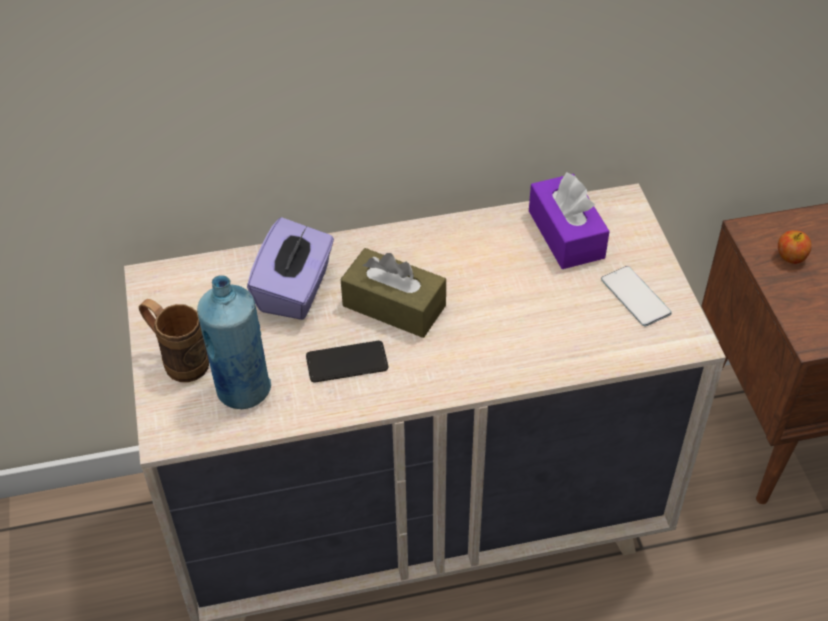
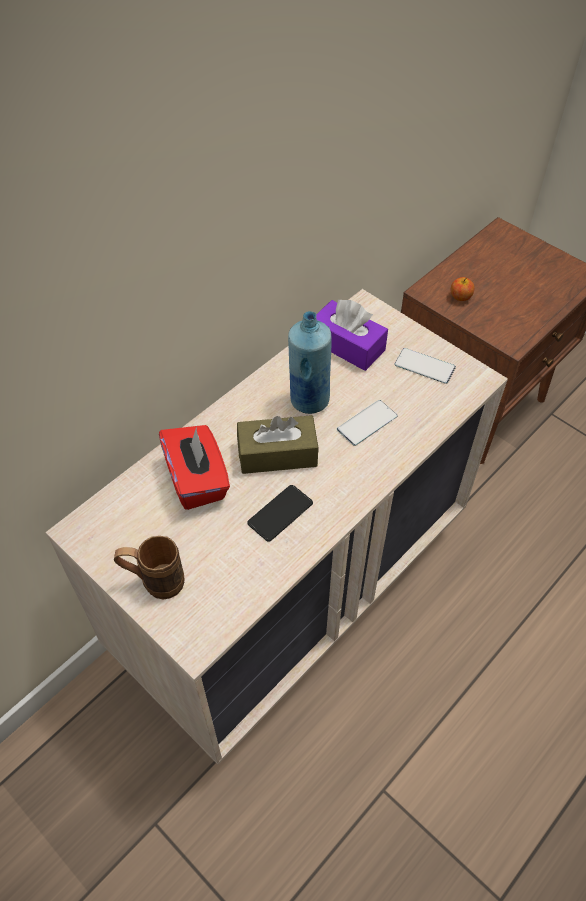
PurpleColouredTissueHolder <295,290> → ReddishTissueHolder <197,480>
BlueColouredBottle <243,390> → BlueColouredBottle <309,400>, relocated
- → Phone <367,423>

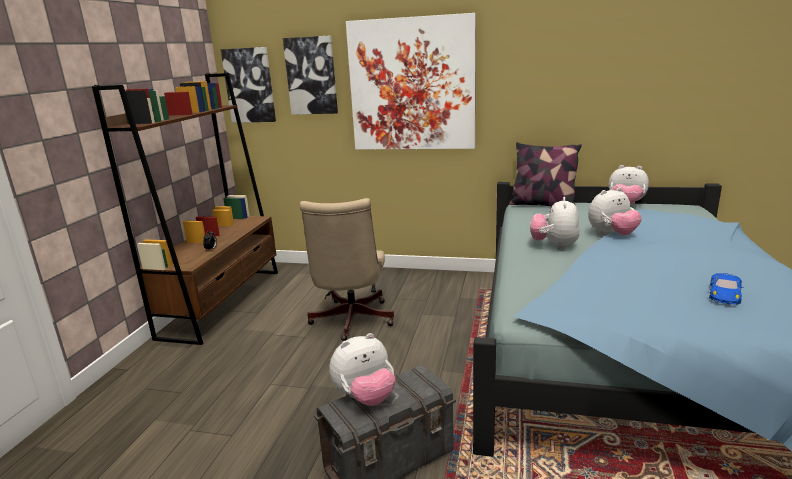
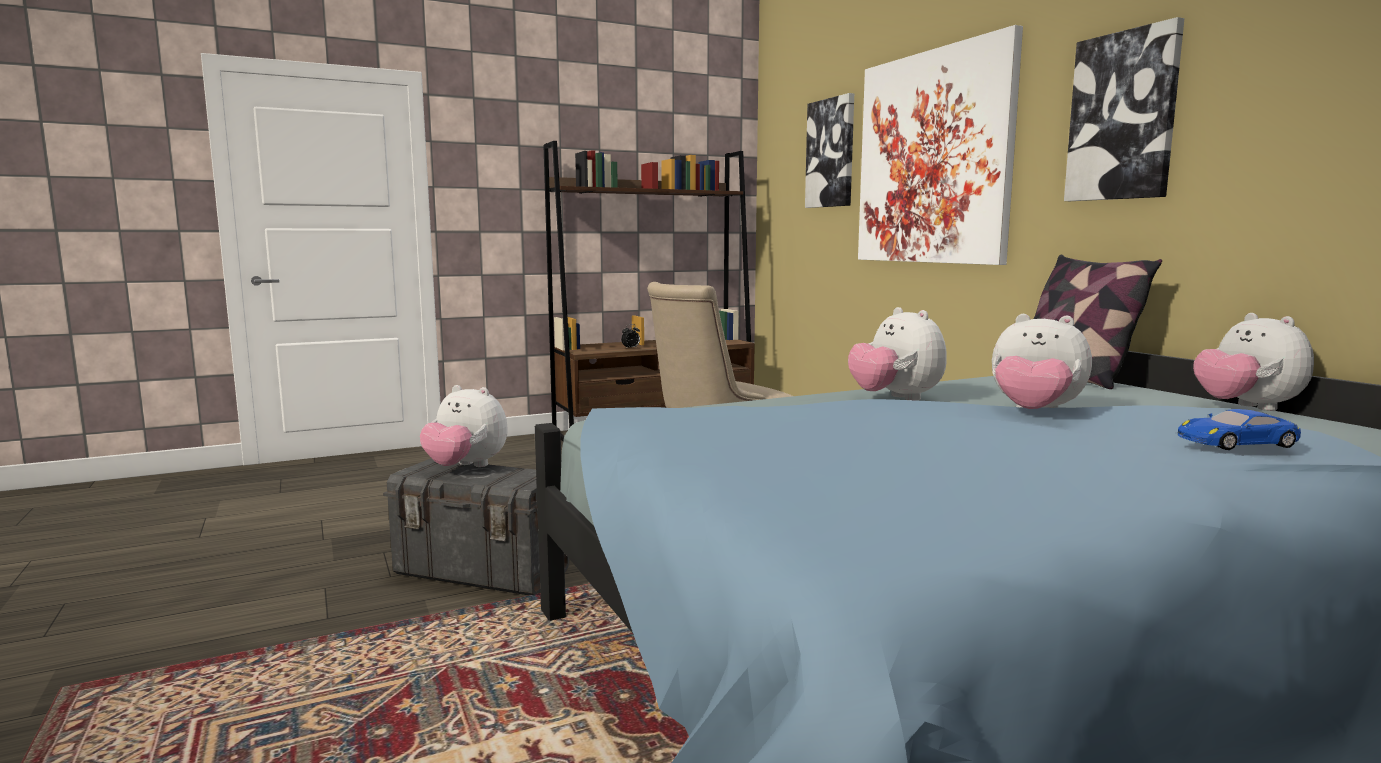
WallPicture <249,85> → WallPicture <1123,116>, relocated
SoftToy <554,245> → SoftToy <895,399>, 90 degrees counterclockwise
BlueColouredToyCar <724,293> → BlueColouredToyCar <1236,442>, relocated

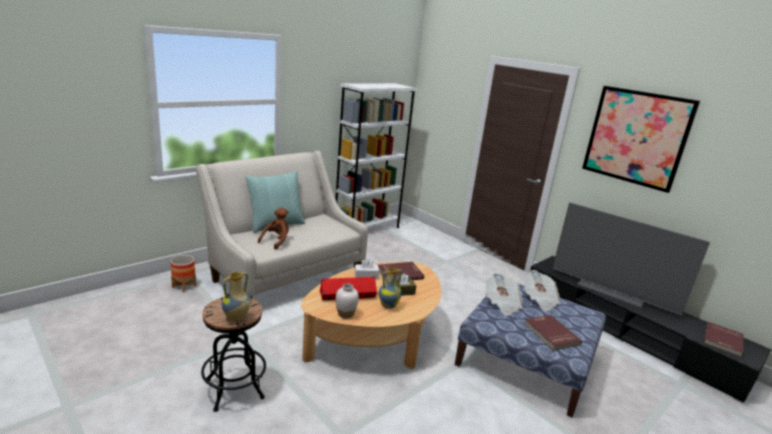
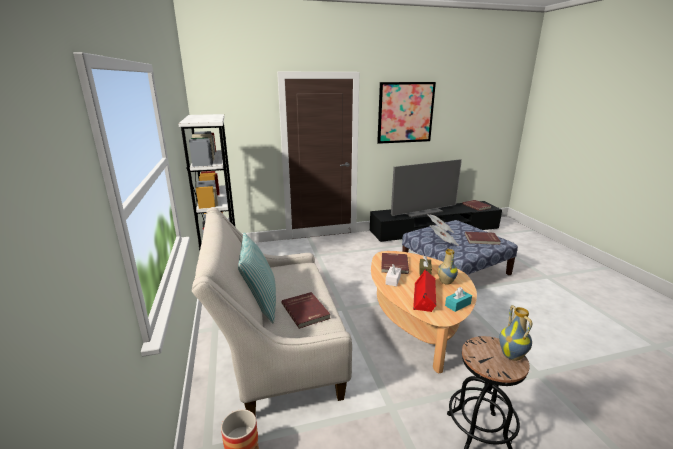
BrownishSoftToy <276,241> → ReddishBook <306,311>
WhiteDecorativeVase <345,314> → TurquoiseTissueHolder <457,305>

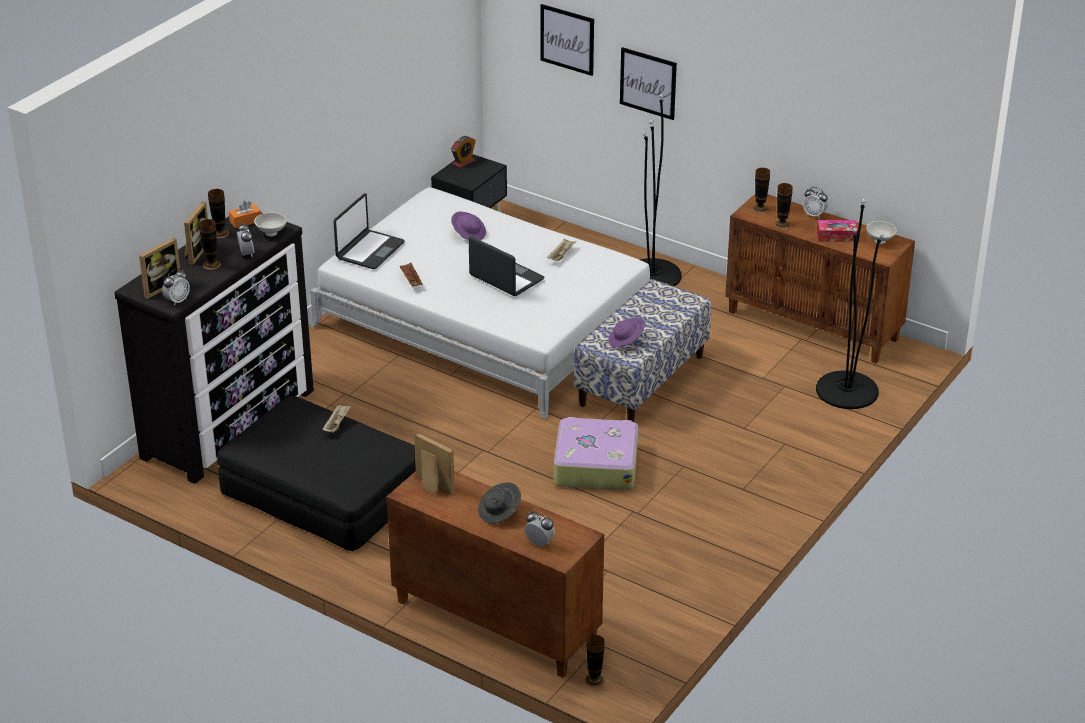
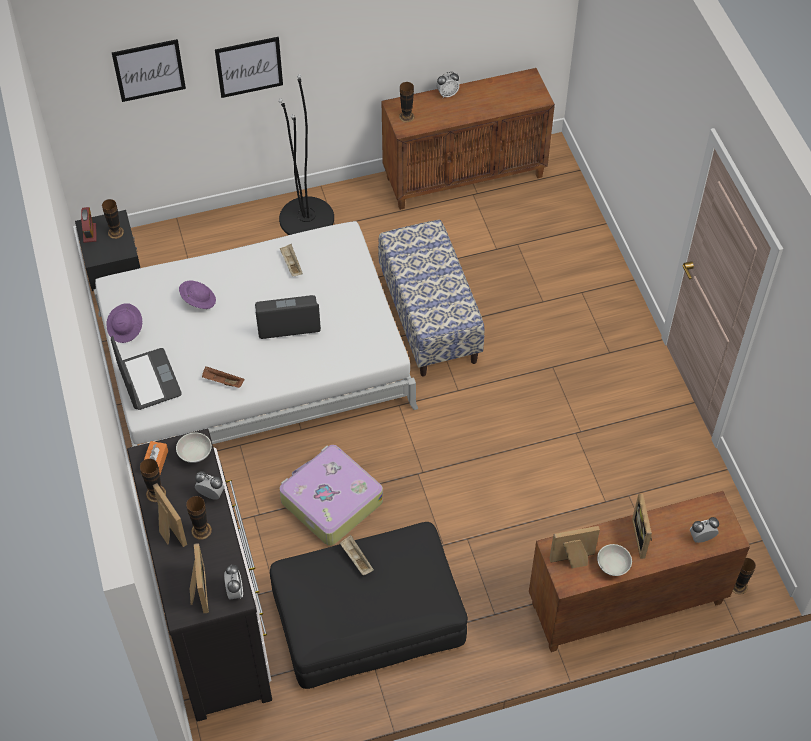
DecorativeVase <782,224> → DecorativeVase <115,232>, relocated
BlackStandardLamp <847,390> → -
TissueHolder <836,236> → -
WhiteBowl <880,241> → WhiteBowl <613,566>, relocated
PurpleColouredHat <626,341> → PurpleColouredHat <126,329>, relocated
PieceOfLuggage <595,464> → PieceOfLuggage <330,501>, relocated
GreyishHat <499,512> → PictureFrame <643,538>

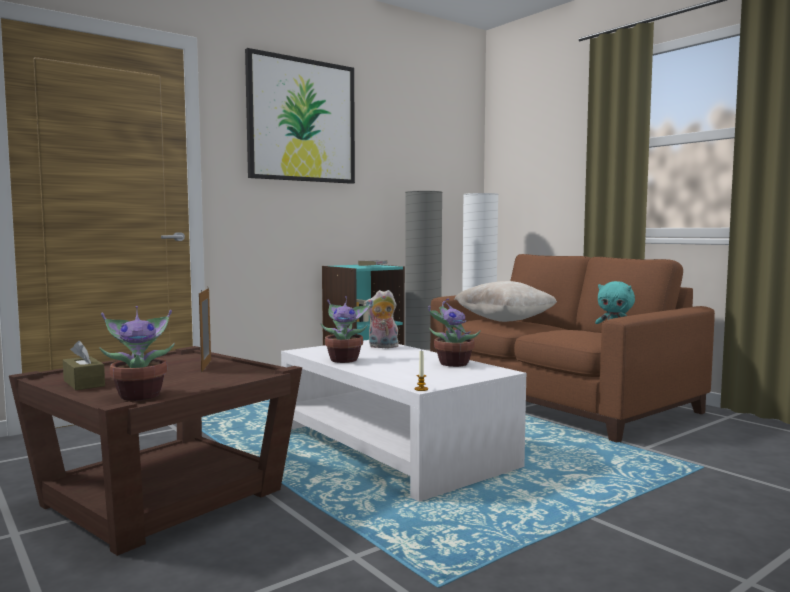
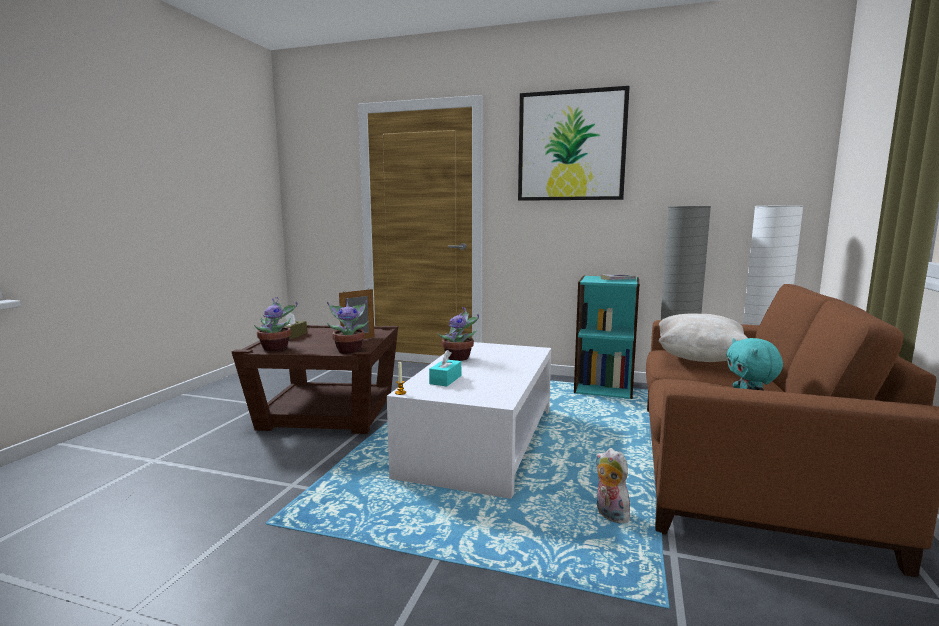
SoftToy <382,347> → SoftToy <609,515>, relocated
PottedPlant <452,364> → PottedPlant <349,350>, relocated
- → TurquoiseTissueHolder <445,380>

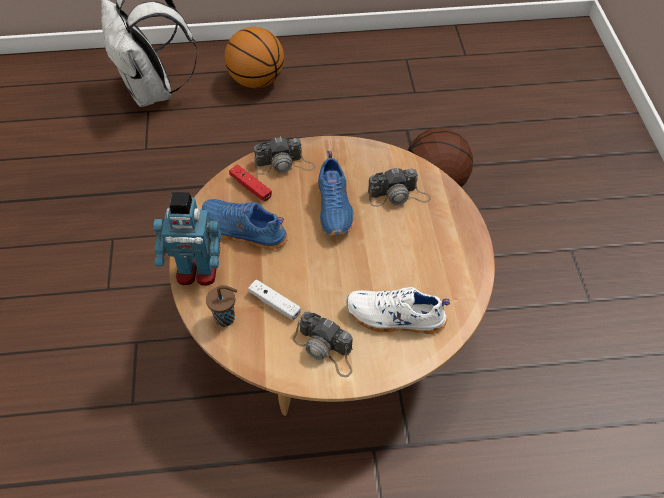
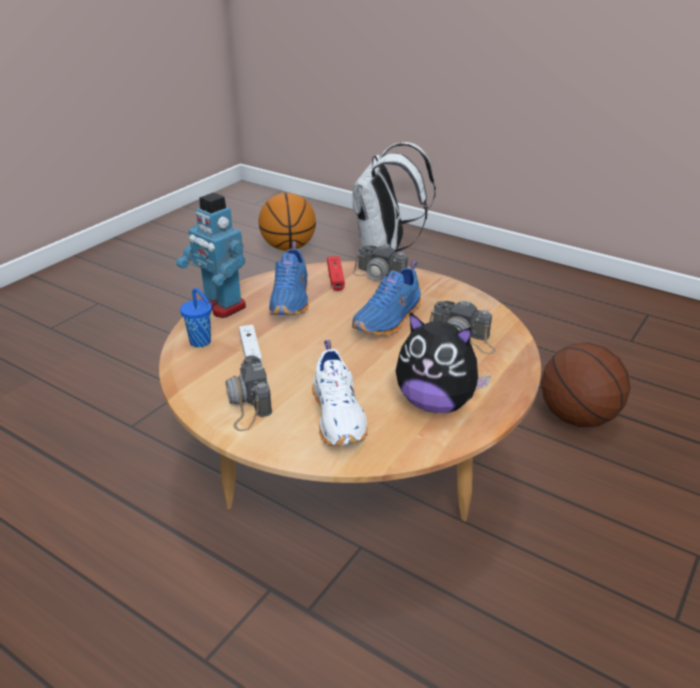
BasketballBall <256,80> → BasketballBall <288,247>, relocated
BlueColouredShoe <244,231> → BlueColouredShoe <292,300>, 150 degrees counterclockwise
BrownishCup <226,318> → BlueColouredCup <201,342>
WhiteShoe <395,318> → WhiteShoe <339,416>, 150 degrees counterclockwise
- → SoftToy <436,403>

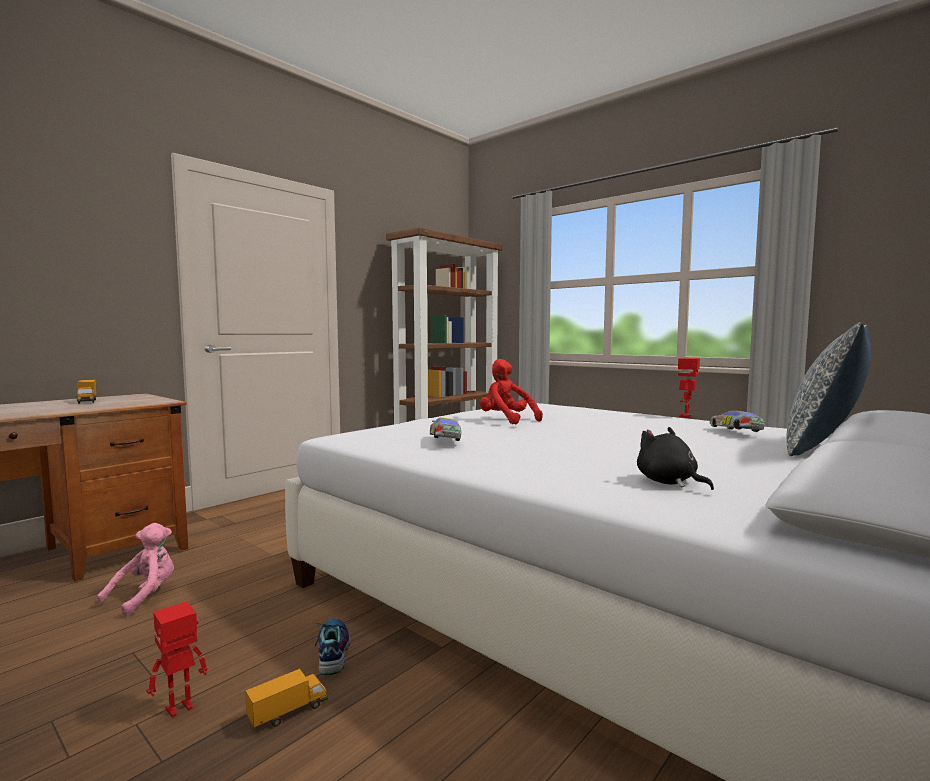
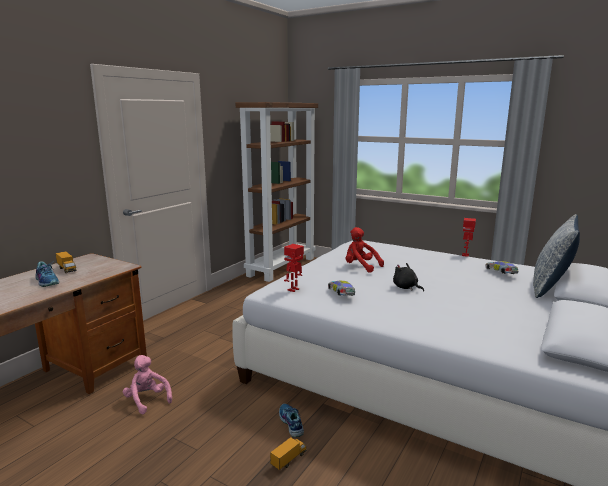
BlackSoftToy <669,482> → BlackSoftToy <406,287>, relocated
PinkColouredSoftToy <145,596> → PinkColouredSoftToy <147,400>, 60 degrees counterclockwise
ToyRobot <180,709> → ToyRobot <294,290>, relocated
- → Shoe <47,281>

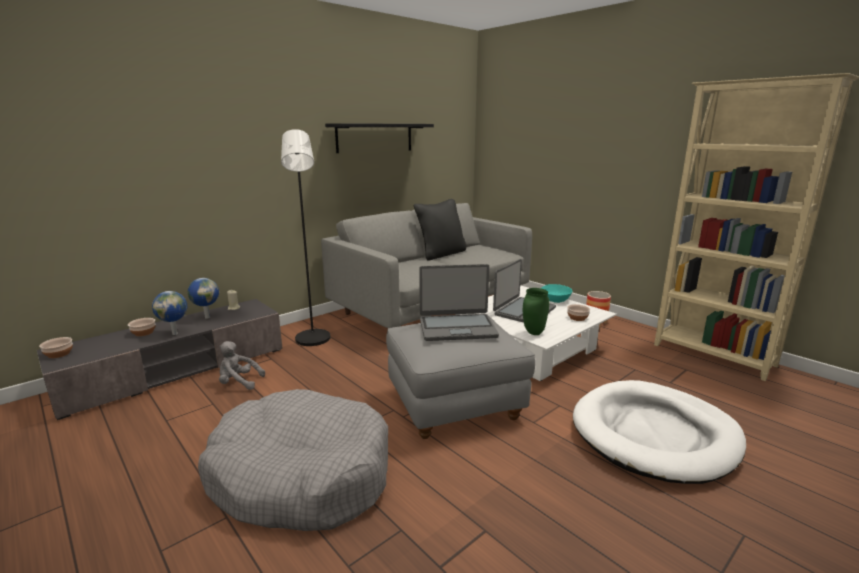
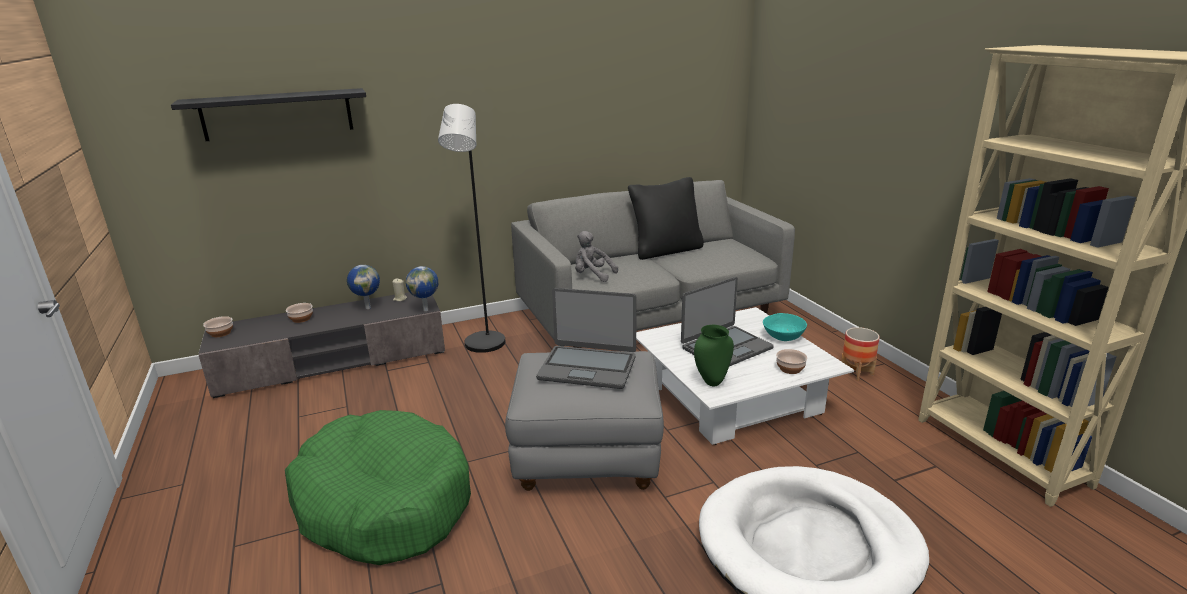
BlackWallShelf <375,137> → BlackWallShelf <278,114>, relocated
DeskGlobe <175,333> → DeskGlobe <426,310>, relocated
GreyishSoftToy <239,383> → GreyishSoftToy <592,275>, relocated
GreyishDogCushion <301,475> → GreenishDogCushion <384,502>

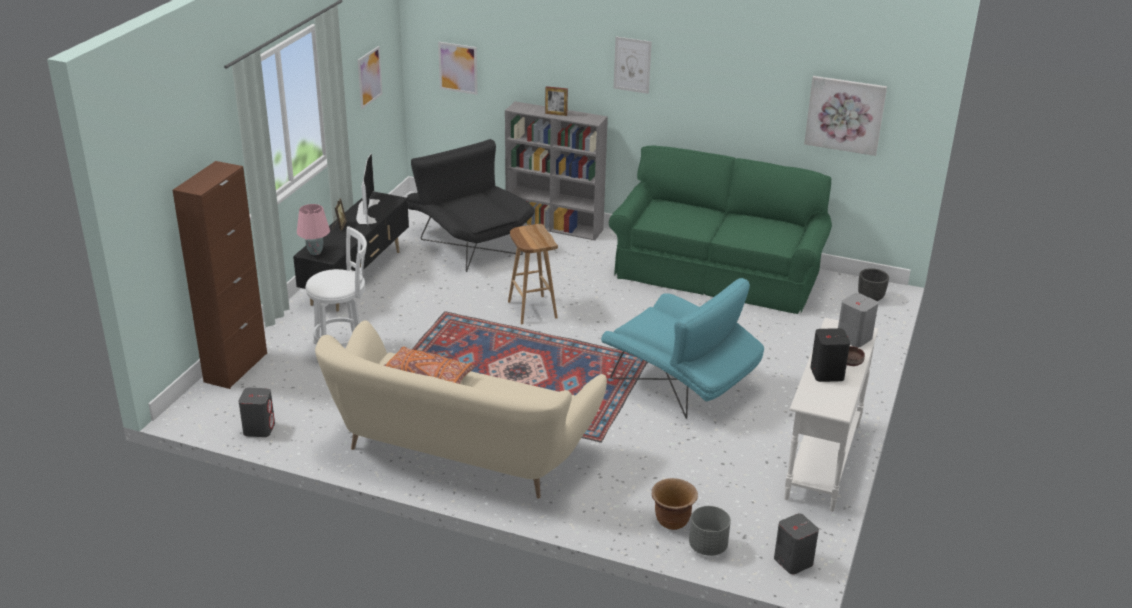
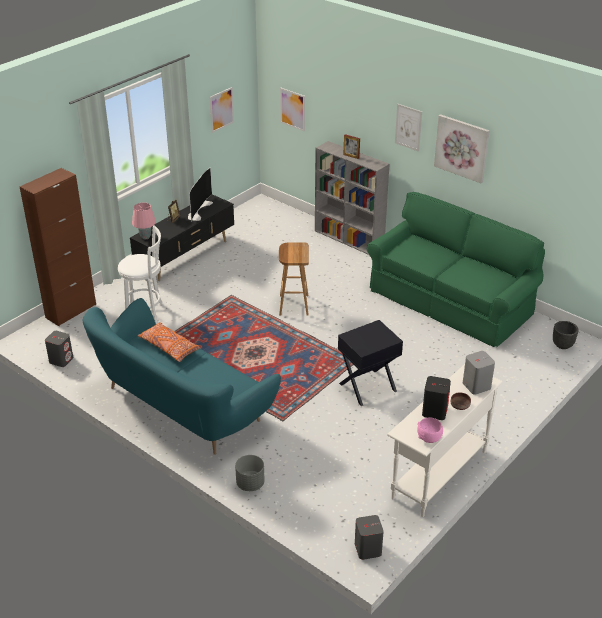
WallPicture <845,114> → WallPicture <462,148>, relocated
BlackLoungeChair <468,243> → -
TurquoiseLoungeChair <681,384> → BlackEndTable <368,387>
SandColouredSofa <458,451> → TurquoiseSofa <180,405>
BrownishPlantPot <672,521> → -
GreyishPlantPot <707,547> → GreyishPlantPot <250,484>, relocated
- → PinkColouredBowl <429,438>

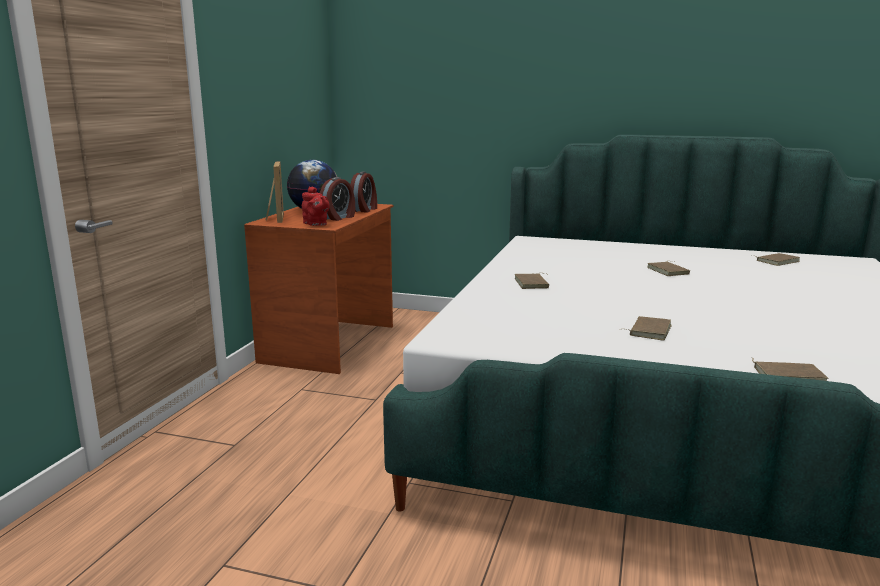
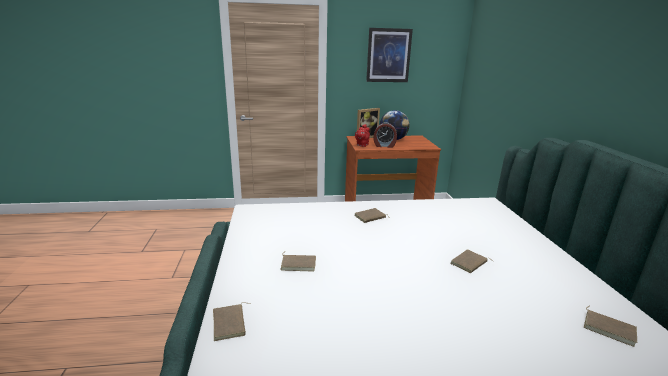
AlarmClock <365,210> → -
- → WallPicture <388,55>

